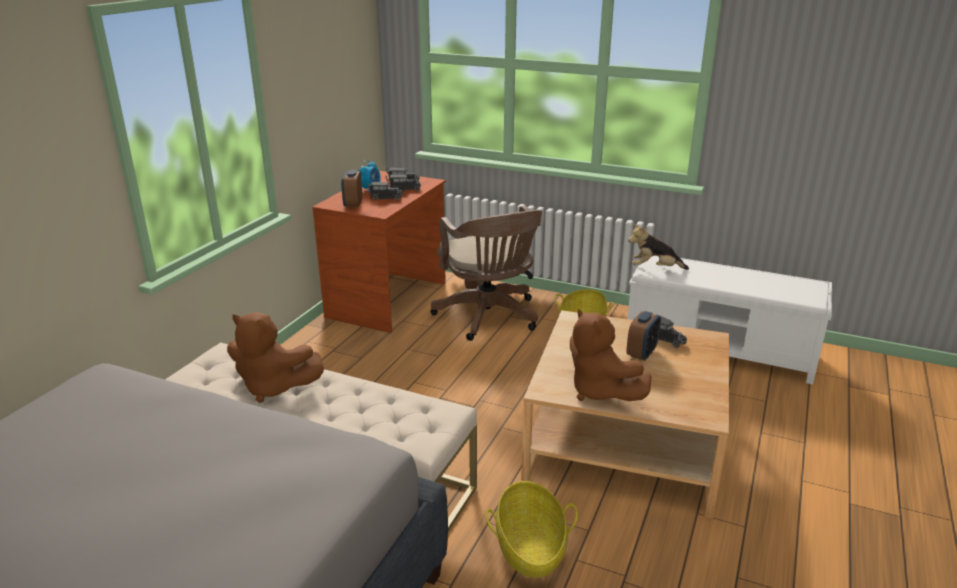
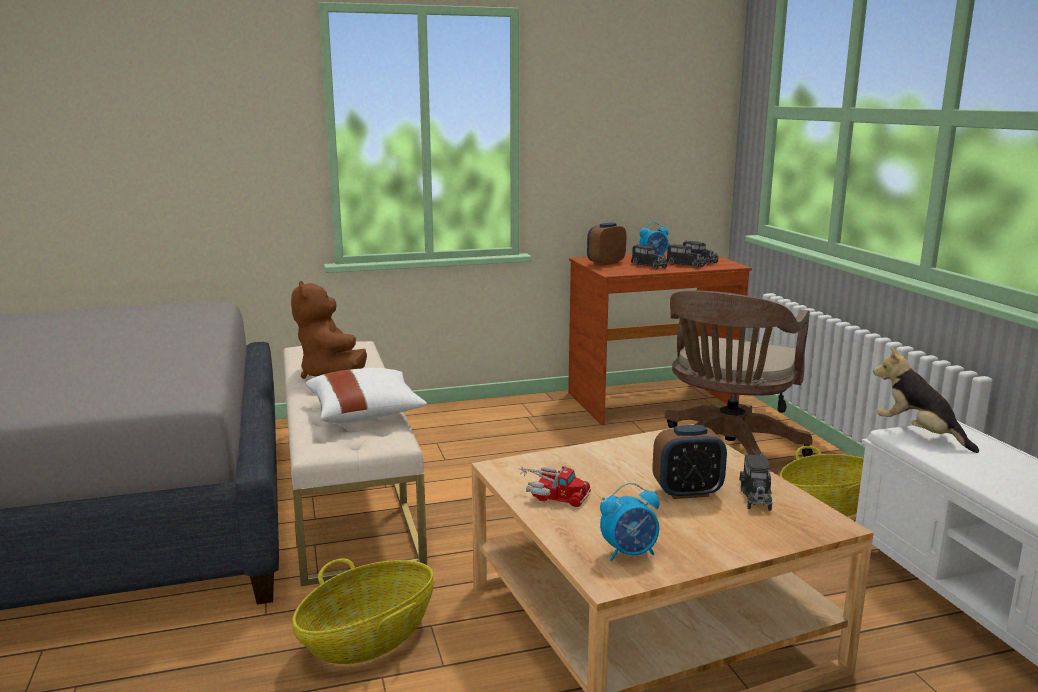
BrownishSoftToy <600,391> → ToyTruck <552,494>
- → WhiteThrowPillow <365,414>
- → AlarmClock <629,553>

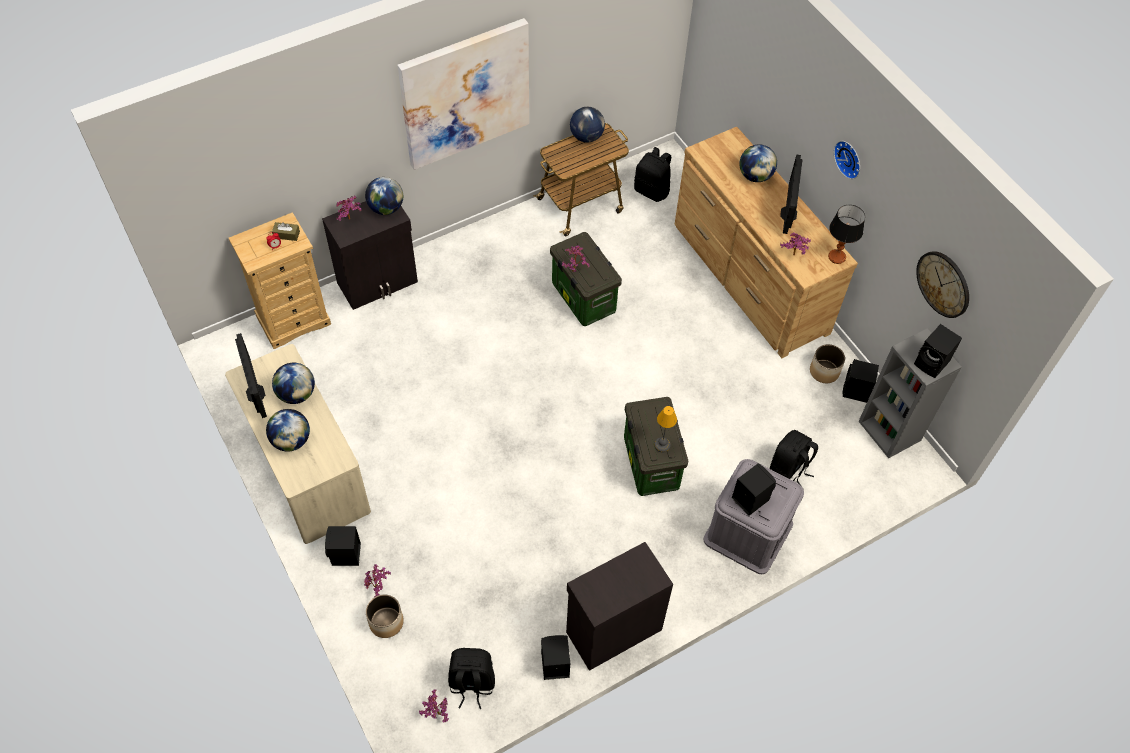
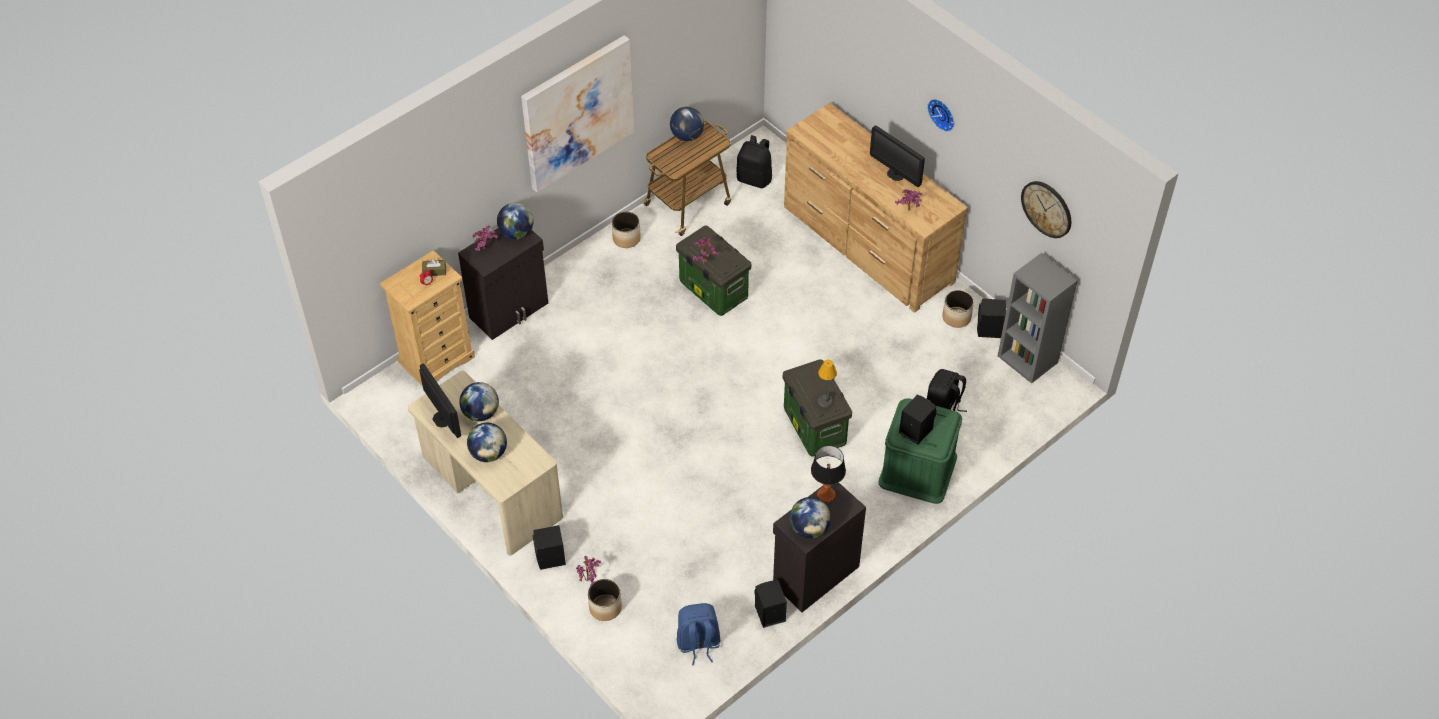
DeskGlobe <755,176> → DeskGlobe <809,528>, relocated
ComputerScreen <788,214> → ComputerScreen <896,174>, 45 degrees counterclockwise
TabletopLamp <836,257> → TabletopLamp <826,495>, relocated
BlackLoudspeaker <932,363> → -
GreyishStorageBox <748,532> → GreenishStorageBox <917,470>
BlackBackpack <471,684> → BlueColouredBackpack <698,643>
PottedPlant <436,714> → -
- → PlantPot <626,238>

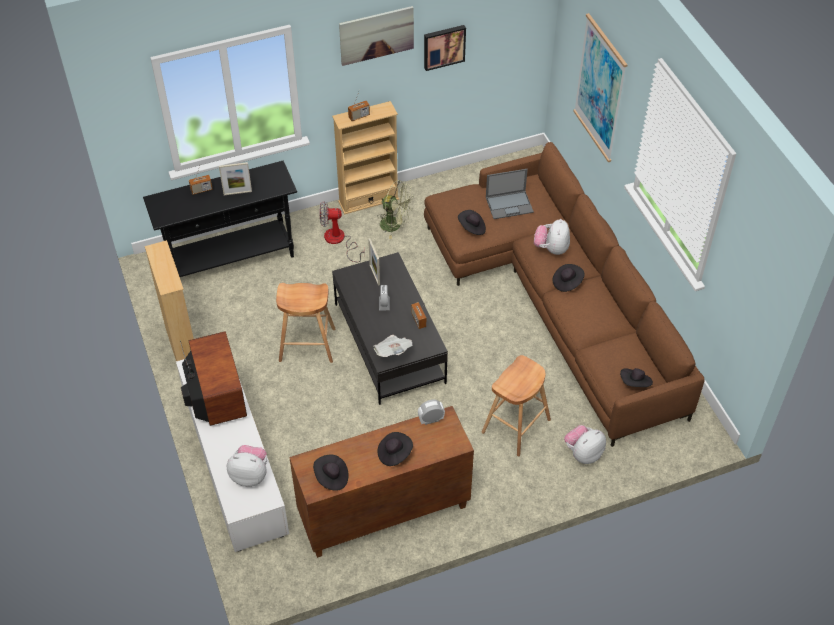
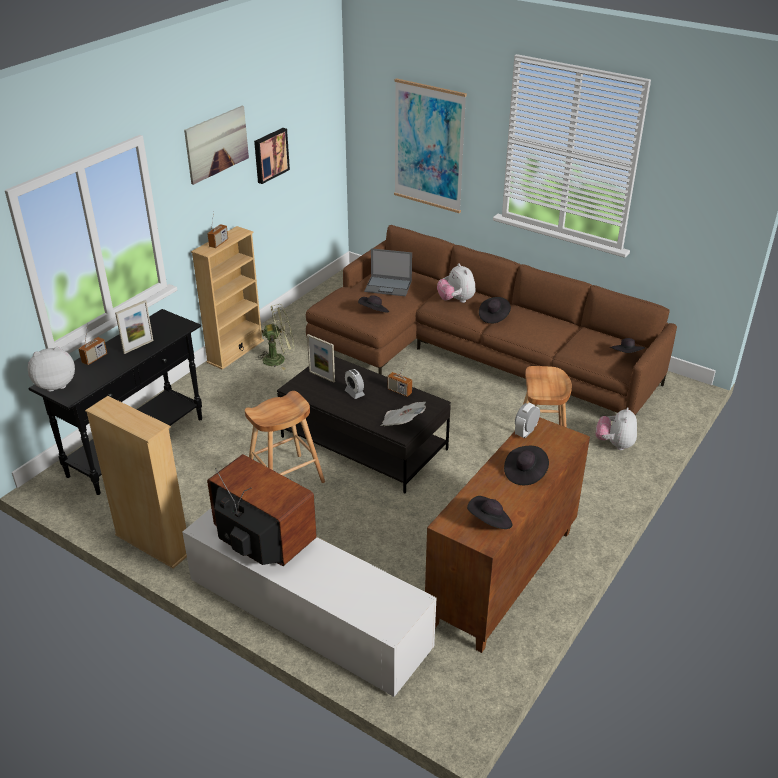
NotebookComputer <509,204> → NotebookComputer <389,286>, 60 degrees clockwise
Fan <339,241> → -
SoftToy <250,475> → SoftToy <55,384>, relocated

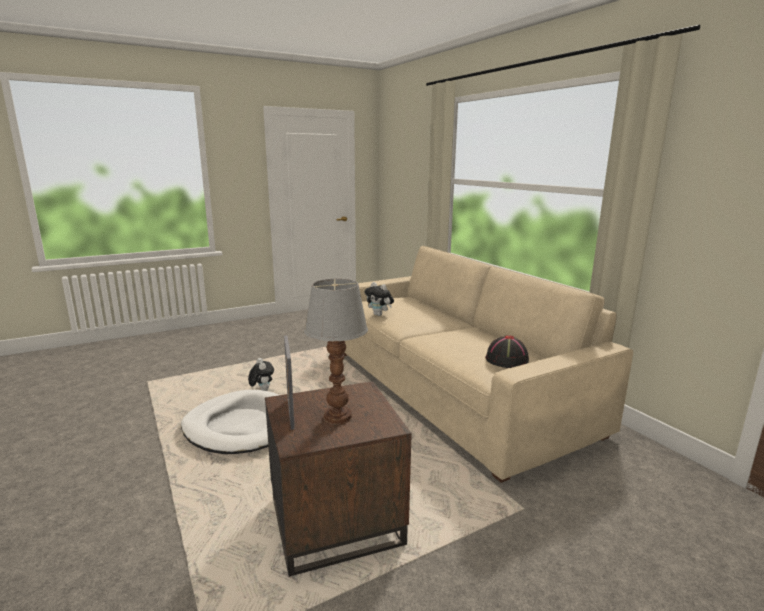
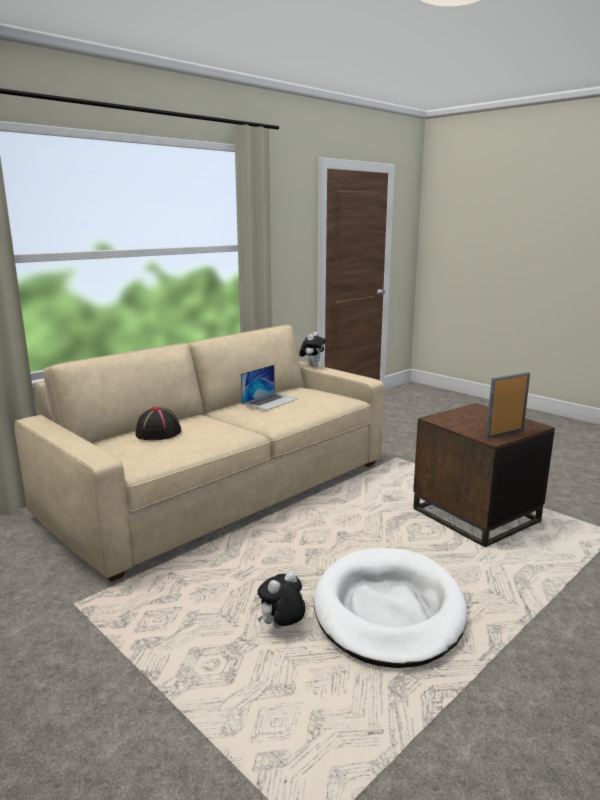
TabletopLamp <338,416> → -
SoftToy <379,315> → SoftToy <312,365>, relocated
BlackHat <506,360> → BlackHat <158,433>, relocated
- → NotebookComputer <270,401>

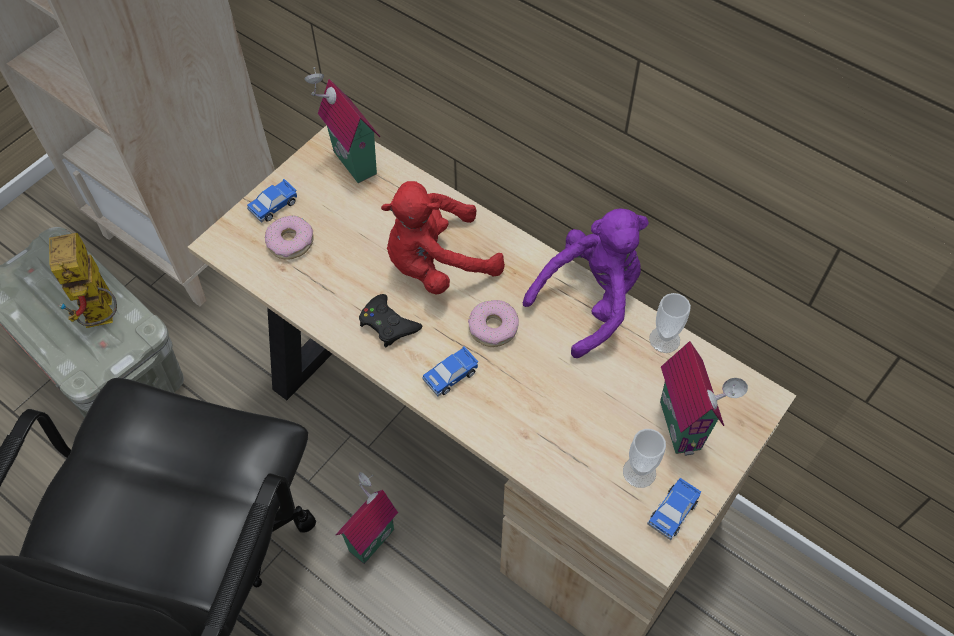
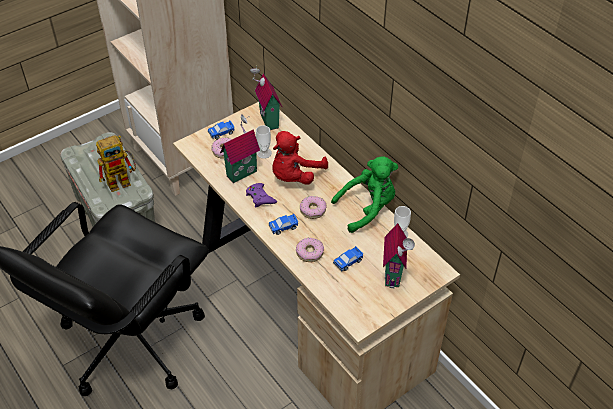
ReddishSoftToy <437,264> → ReddishSoftToy <295,176>, 45 degrees counterclockwise
PurpleColouredSoftToy <590,301> → GreenishSoftToy <367,208>
ToyRobot <104,317> → ToyRobot <123,180>, 120 degrees counterclockwise
BlackGameController <388,324> → PurpleColouredGameController <260,197>
Cup <639,472> → Cup <264,153>, relocated
ModelHouse <369,538> → ModelHouse <241,172>, relocated
ToyCar <673,512> → ToyCar <348,261>, relocated
- → Donut <309,252>

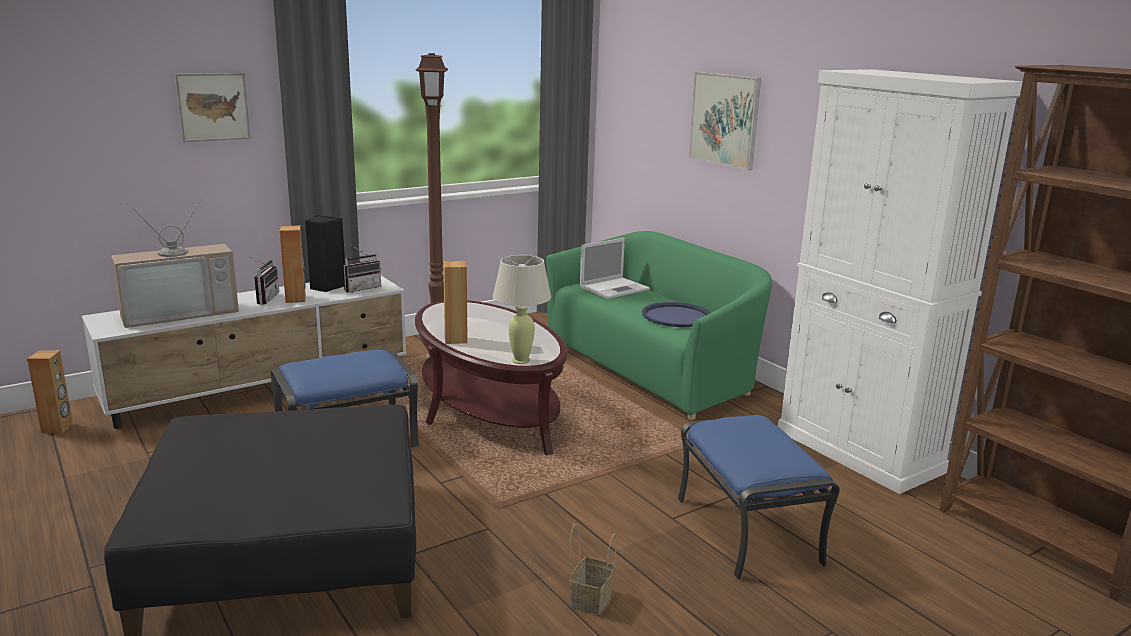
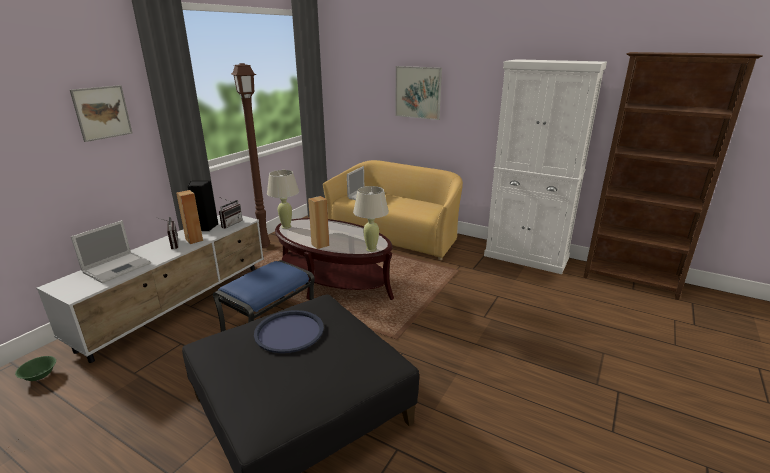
TvSet <180,312> → NotebookComputer <118,267>
GreenishSofa <653,366> → YellowColouredSofa <395,235>
BlueColouredCarryingTray <676,316> → BlueColouredCarryingTray <289,332>, relocated
BrownishLoudspeaker <57,428> → GreenishBowl <39,376>
BlueColouredOttoman <749,531> → -
HouseholdBasket <591,598> → -
- → SandColouredTabletopLamp <286,227>

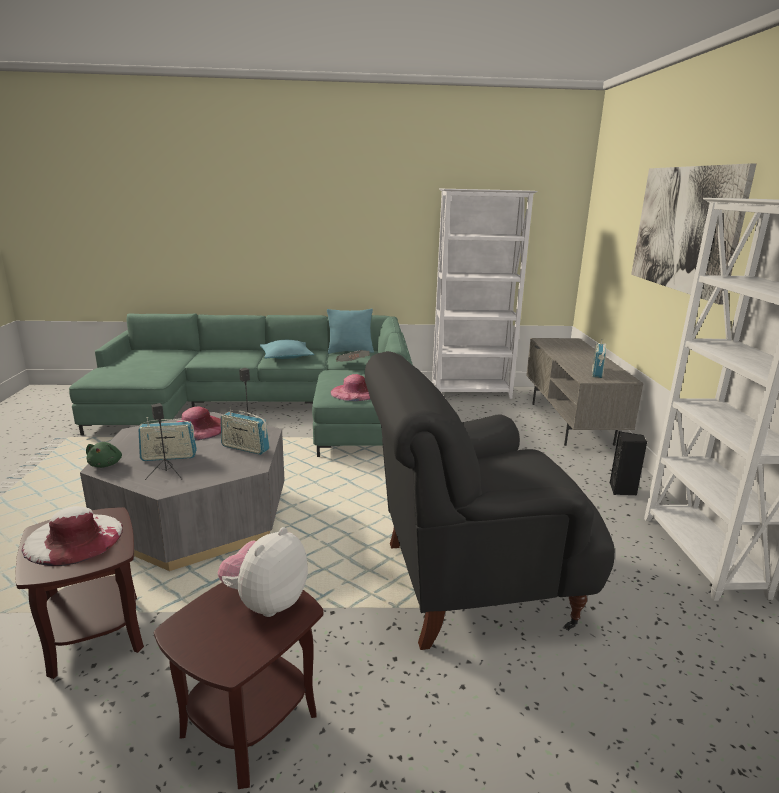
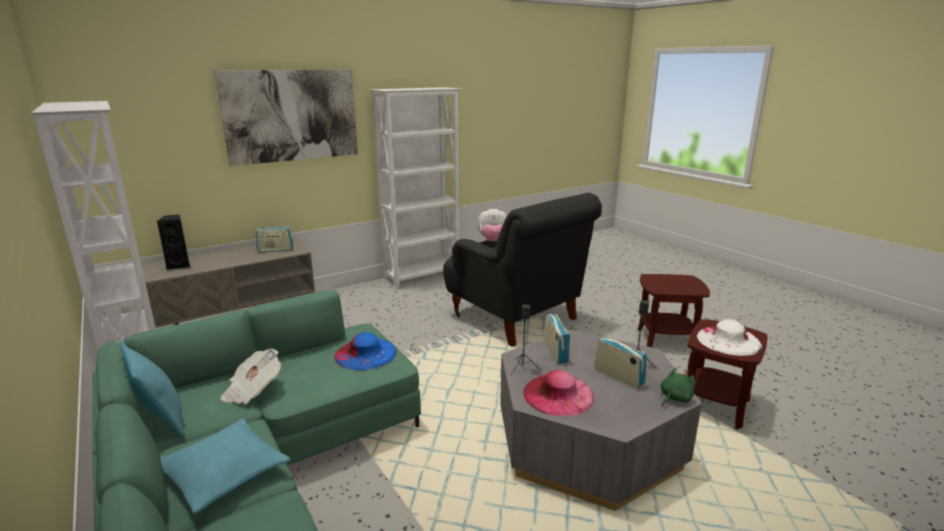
PinkColouredHat <355,392> → BlueColouredHat <365,354>
BlackLoudspeaker <622,490> → BlackLoudspeaker <180,265>, relocated
SoftToy <266,602> → SoftToy <493,241>, relocated

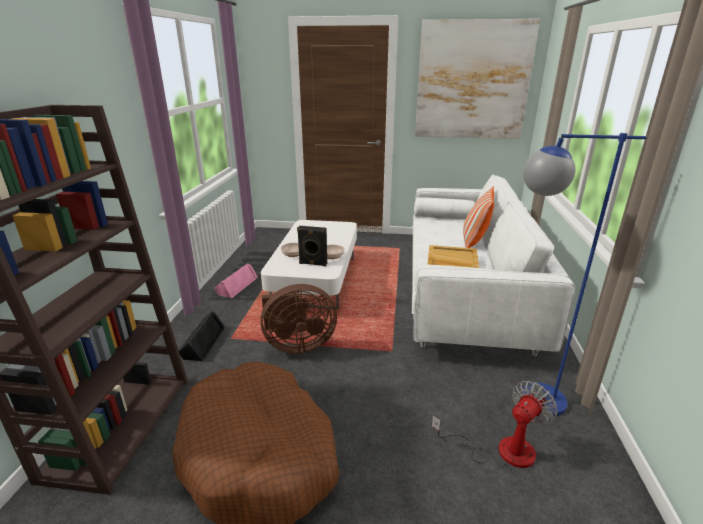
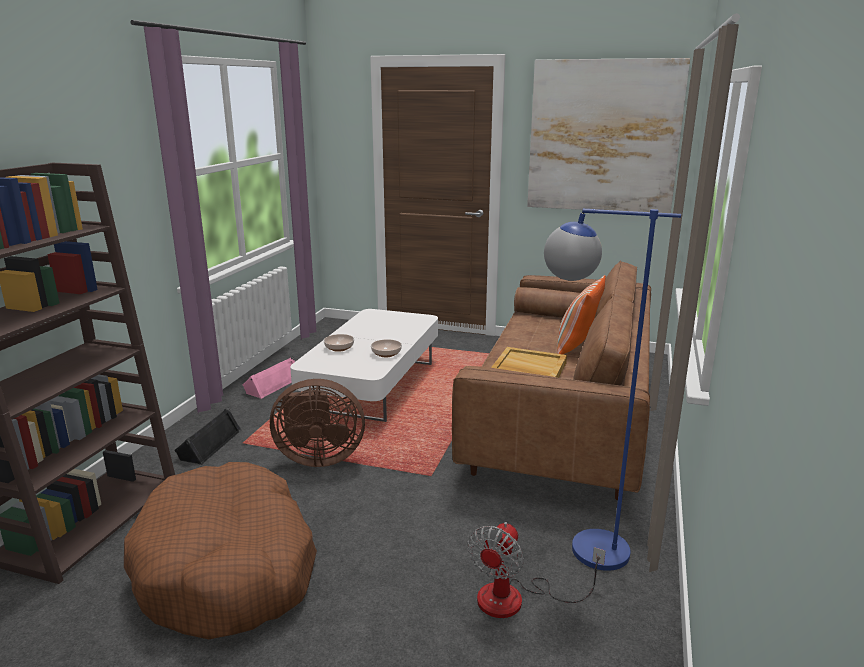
WhiteSofa <465,293> → BrownishSofa <562,417>
BlackLoudspeaker <313,264> → -
Fan <502,450> → Fan <516,599>, 150 degrees clockwise

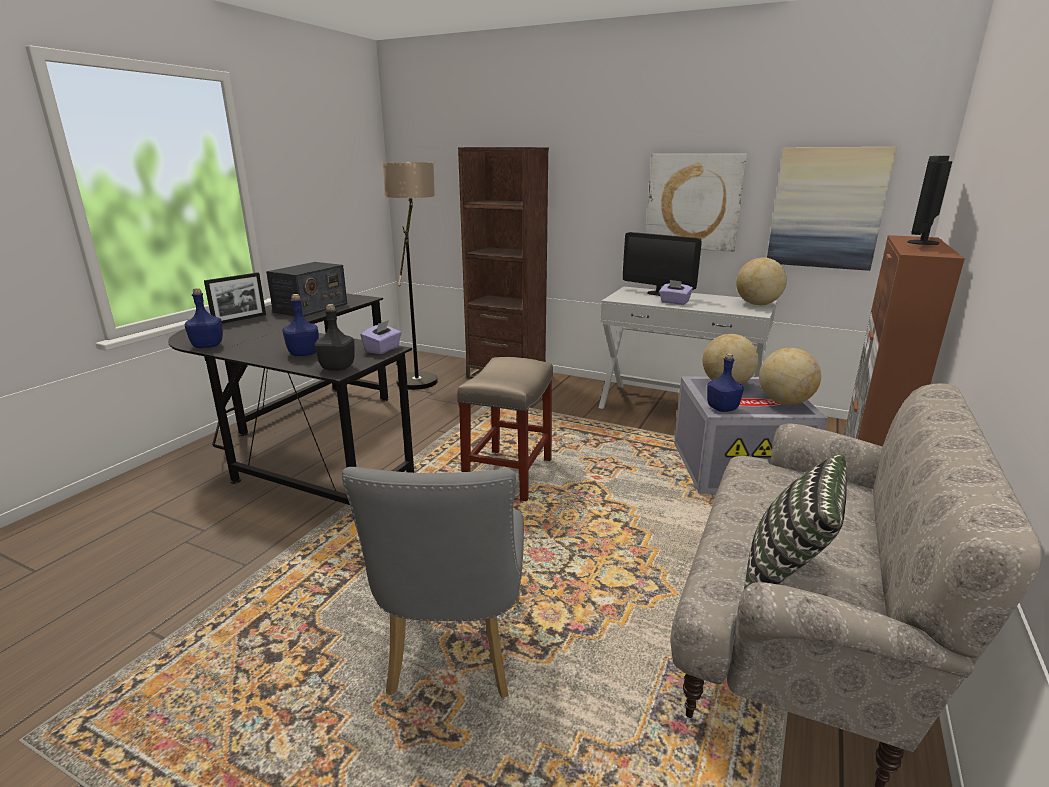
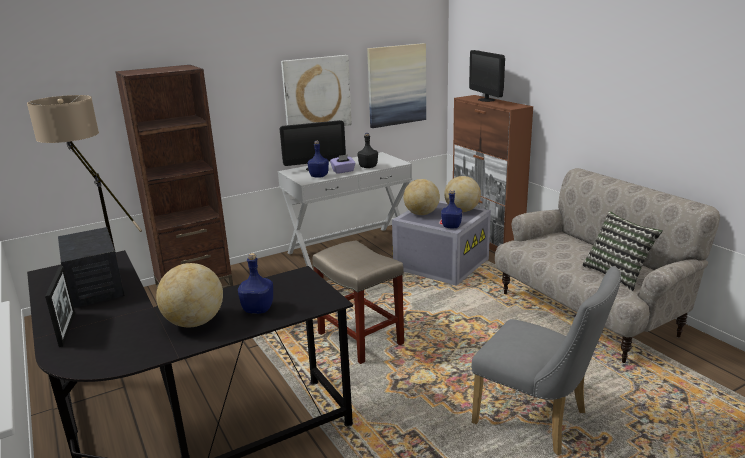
DeskGlobe <757,304> → DeskGlobe <194,323>, relocated
BlueColouredBottle <208,346> → BlueColouredBottle <319,176>, relocated
BlackBottle <338,368> → BlackBottle <368,167>, relocated
PurpleColouredTissueHolder <383,349> → -

